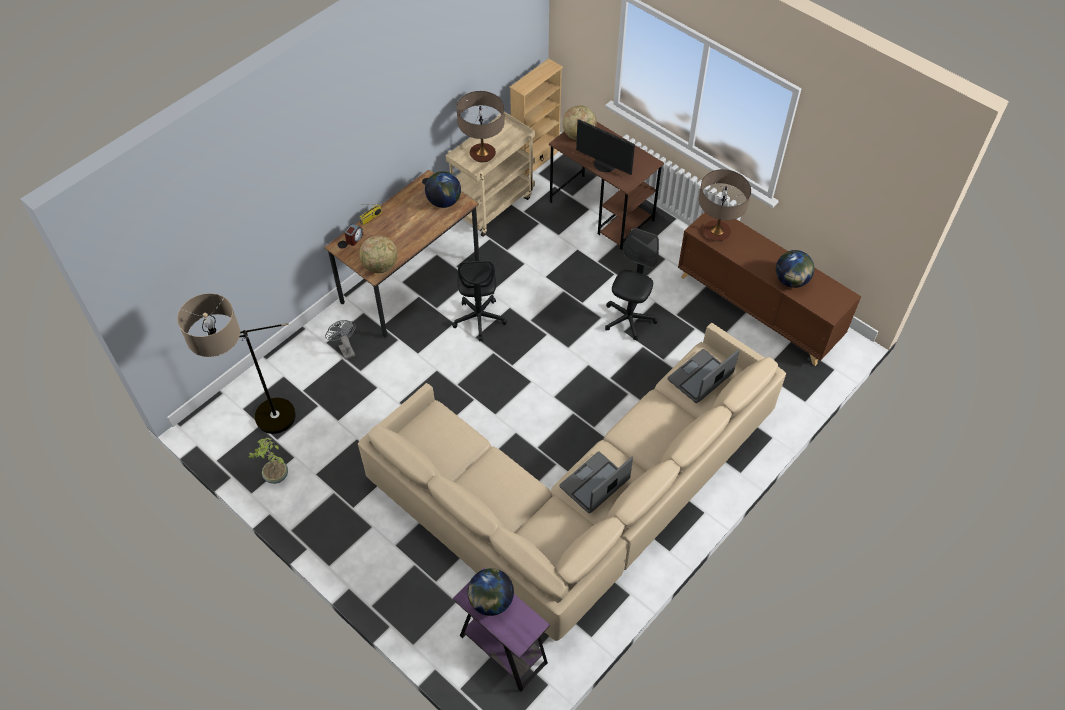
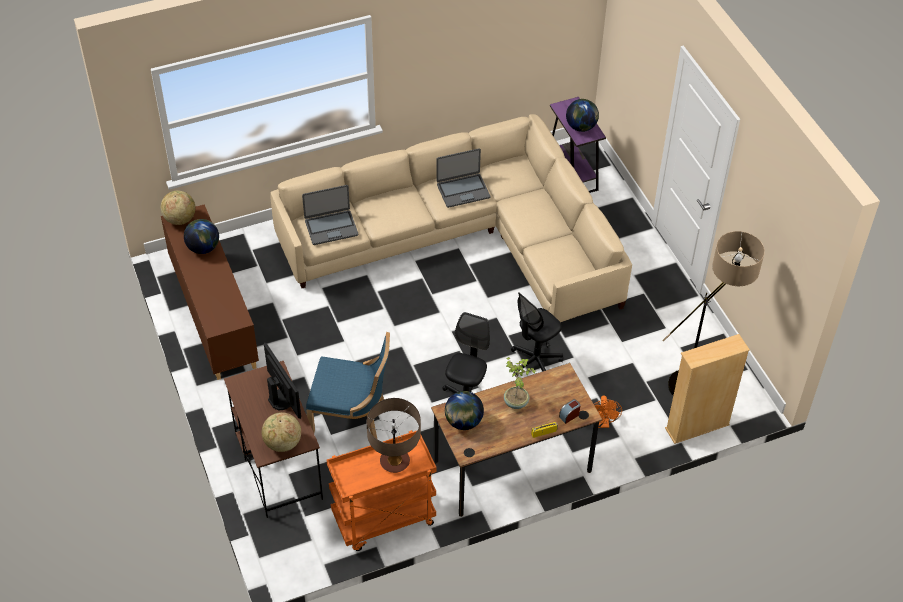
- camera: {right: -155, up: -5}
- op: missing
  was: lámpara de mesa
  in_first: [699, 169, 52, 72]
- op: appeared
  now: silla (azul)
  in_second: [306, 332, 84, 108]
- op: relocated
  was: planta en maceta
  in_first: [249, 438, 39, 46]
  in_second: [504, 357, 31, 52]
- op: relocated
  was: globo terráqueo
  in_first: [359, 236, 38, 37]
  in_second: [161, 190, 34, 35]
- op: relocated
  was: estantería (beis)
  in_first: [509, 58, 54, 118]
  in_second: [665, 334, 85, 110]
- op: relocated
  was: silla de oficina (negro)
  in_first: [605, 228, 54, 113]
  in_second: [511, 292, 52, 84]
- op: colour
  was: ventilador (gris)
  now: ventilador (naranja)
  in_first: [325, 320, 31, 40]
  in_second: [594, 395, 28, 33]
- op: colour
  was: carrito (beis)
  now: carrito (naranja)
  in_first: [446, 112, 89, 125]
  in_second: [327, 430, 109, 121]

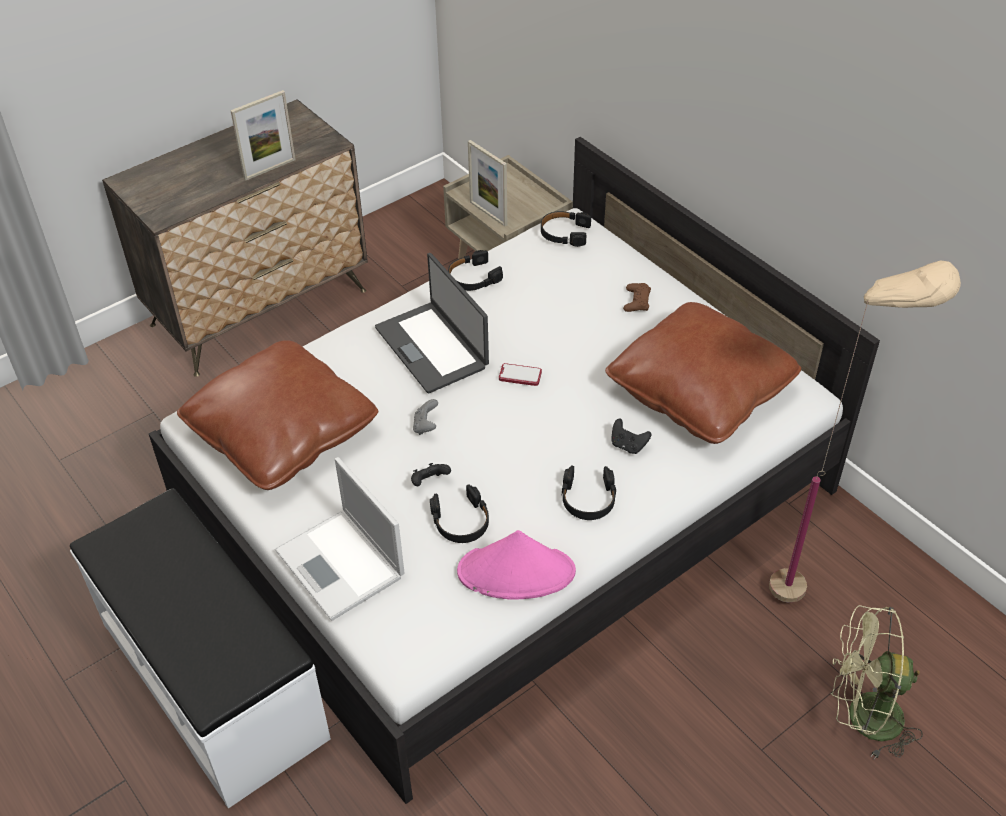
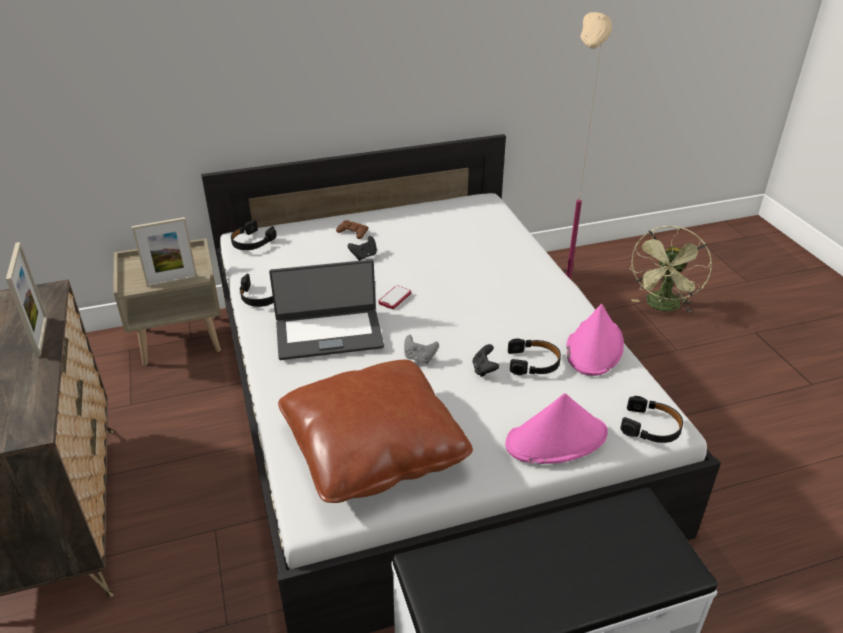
- camera: {right: -70, up: -10}
- op: missing
  was: cojín (marrón)
  in_first: [605, 302, 196, 142]
- op: relocated
  was: auriculares (negro)
  in_first: [561, 465, 55, 55]
  in_second: [620, 396, 63, 47]
- op: relocated
  was: mando de consola (negro)
  in_first: [611, 418, 40, 36]
  in_second: [348, 236, 29, 25]
- op: exchanged
  was: portátil
  now: sombrero (rosa)
  in_first: [275, 457, 130, 164]
  in_second: [505, 393, 103, 71]

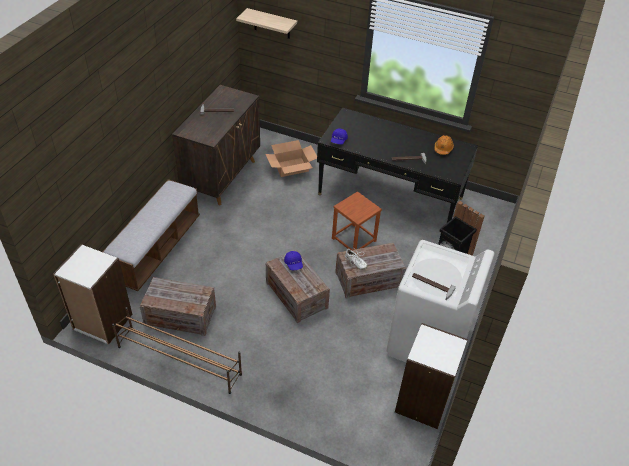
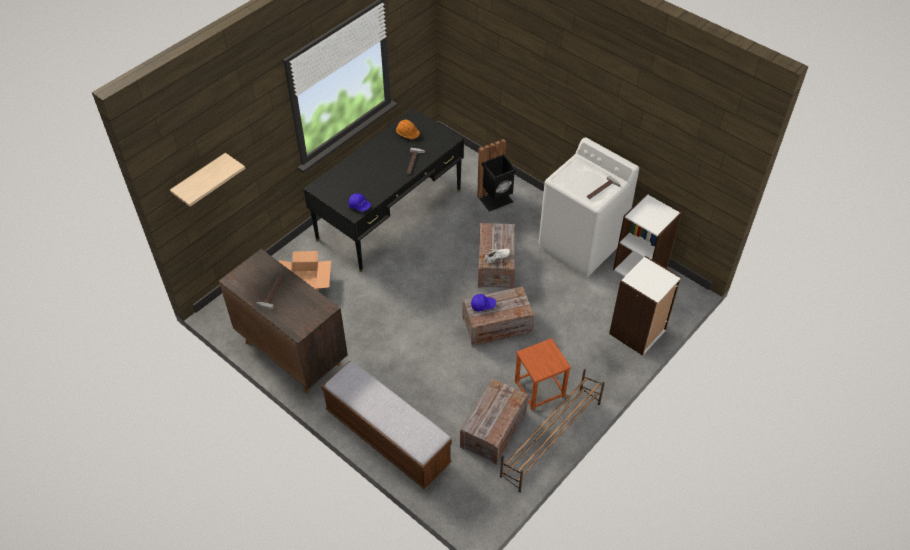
- camera: {right: -70, up: 5}
- op: relocated
  was: estantería (blanco)
  in_first: [53, 244, 79, 101]
  in_second: [609, 256, 72, 100]
- op: relocated
  was: taburete (marrón)
  in_first: [332, 191, 50, 59]
  in_second: [515, 338, 56, 72]

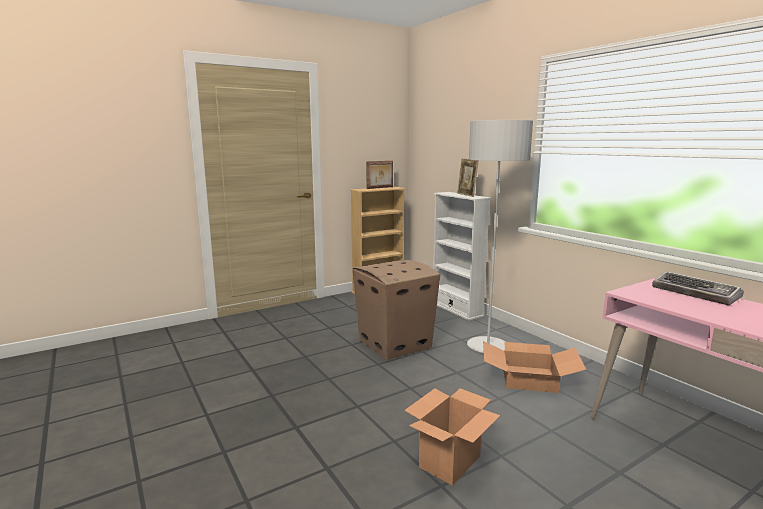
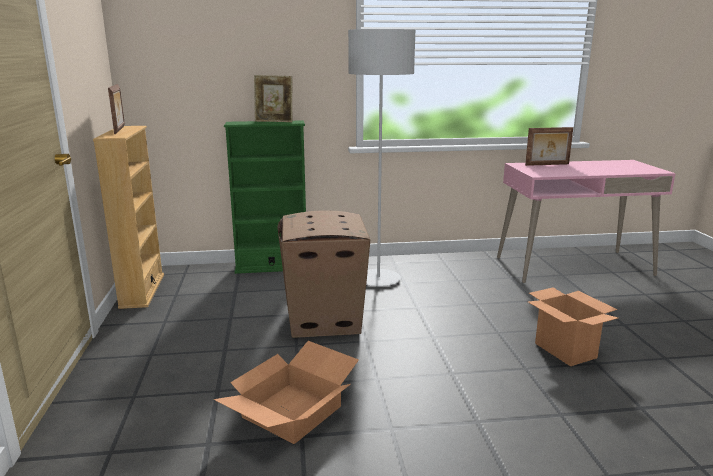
- camera: {right: -65, up: 5}
- op: relocated
  was: caja de cartón
  in_first: [483, 341, 103, 52]
  in_second: [213, 341, 146, 103]
- op: exchanged
  was: teclado
  now: portarretratos
  in_first: [652, 271, 92, 35]
  in_second: [525, 127, 48, 39]
- op: colour
  was: estantería (blanco)
  now: estantería (verde)
  in_first: [433, 192, 58, 129]
  in_second: [224, 120, 82, 154]

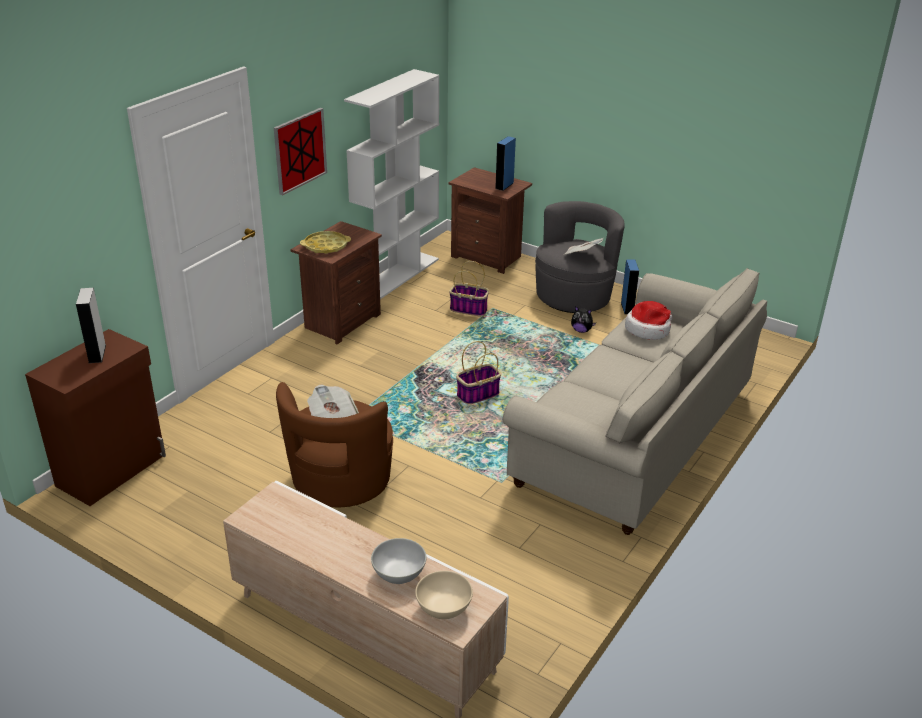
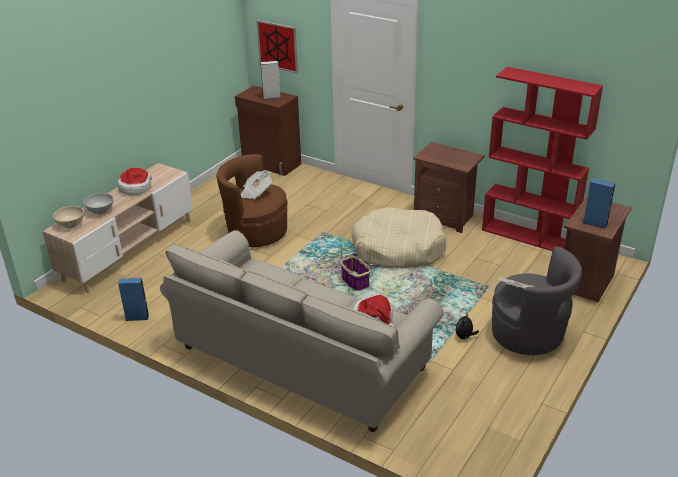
- camera: {right: 90, up: 0}
- op: missing
  was: bandeja (amarillo)
  in_first: [300, 231, 51, 23]
- op: missing
  was: cesta
  in_first: [449, 261, 40, 56]
- op: appeared
  now: sombrero
  in_second: [118, 168, 34, 27]
- op: appeared
  now: cama para perro (beis)
  in_second: [351, 207, 95, 61]
- op: relocated
  was: cuadro
  in_first: [274, 108, 53, 87]
  in_second: [256, 20, 42, 53]
- op: relocated
  was: altavoz (azul)
  in_first: [621, 260, 18, 55]
  in_second: [118, 278, 31, 43]
- op: colour
  was: estantería (blanco)
  now: estantería (rojo)
  in_first: [344, 69, 95, 230]
  in_second: [482, 67, 121, 184]

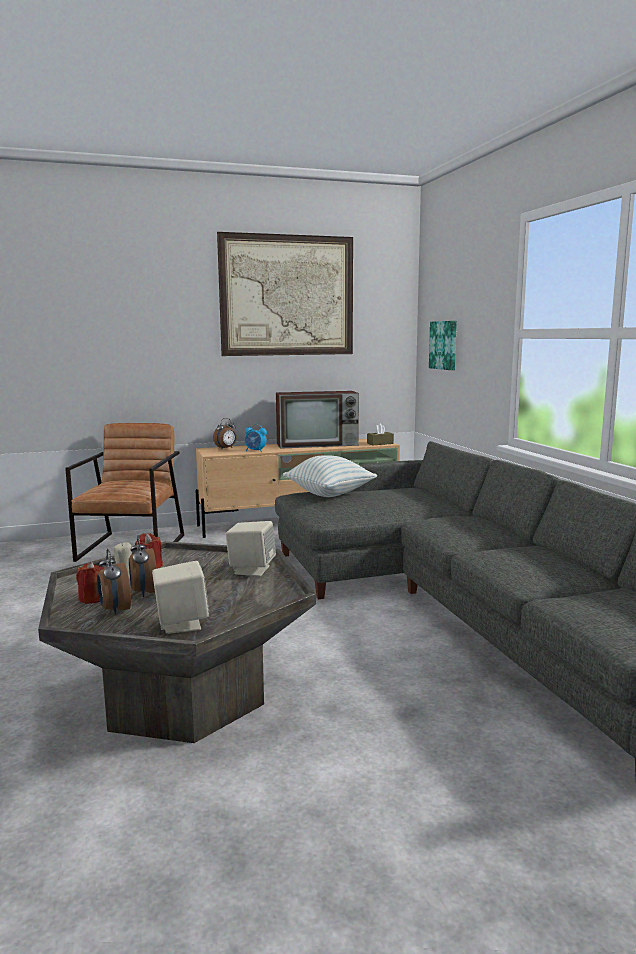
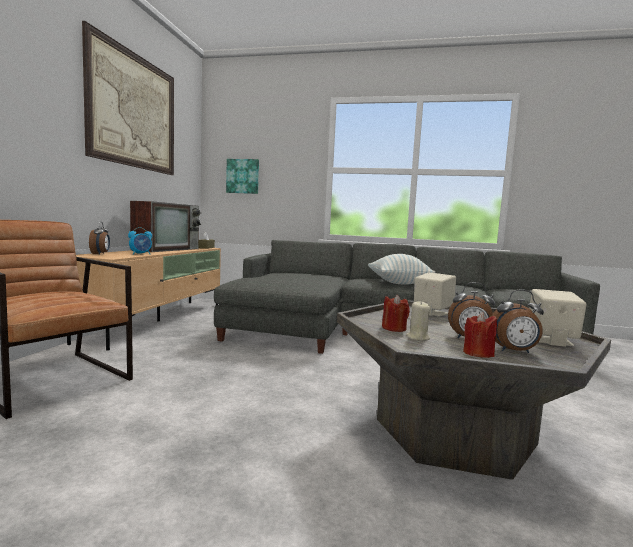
- camera: {right: -60, up: -5}
- op: relocated
  was: cojín
  in_first: [283, 456, 94, 41]
  in_second: [368, 254, 67, 30]

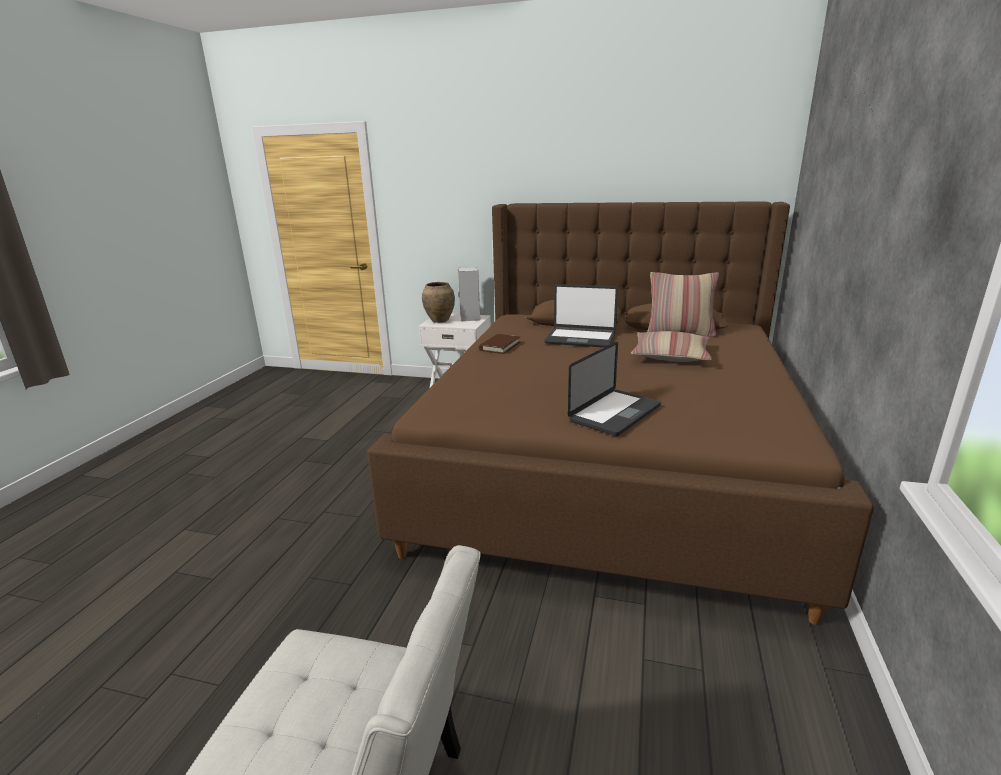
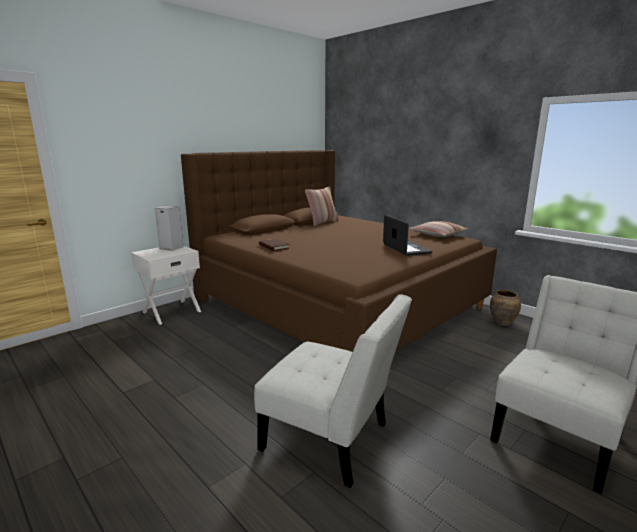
- camera: {right: -60, up: -5}
- op: missing
  was: portátil
  in_first: [544, 284, 74, 64]
- op: appeared
  now: silla (blanco)
  in_second: [254, 294, 158, 194]
- op: relocated
  was: florero (marrón)
  in_first: [422, 282, 33, 41]
  in_second: [490, 290, 31, 36]
- op: relocated
  was: cojín
  in_first: [631, 331, 81, 31]
  in_second: [409, 221, 60, 16]

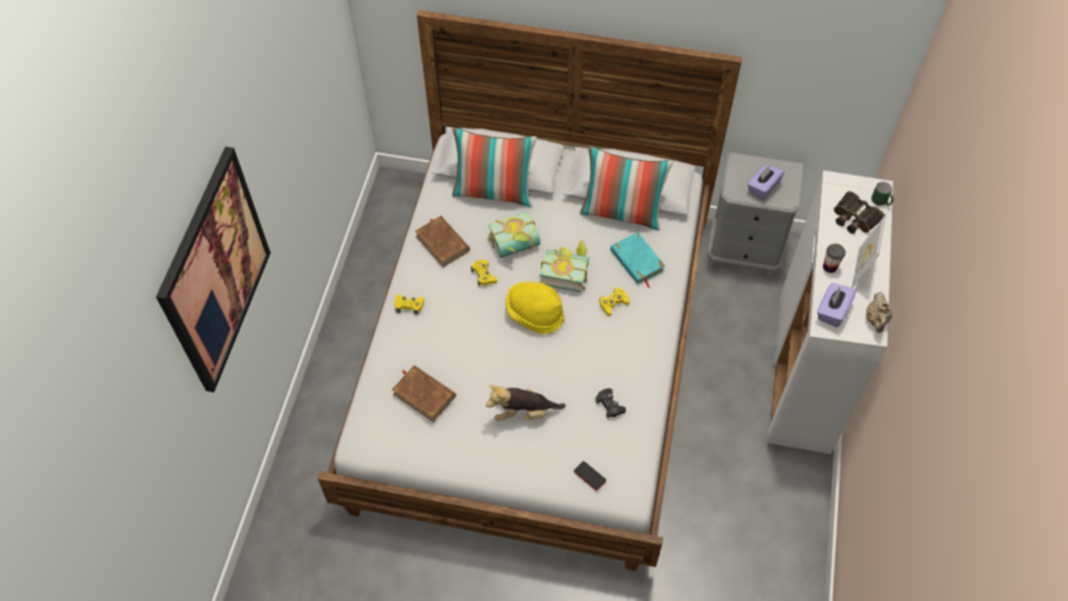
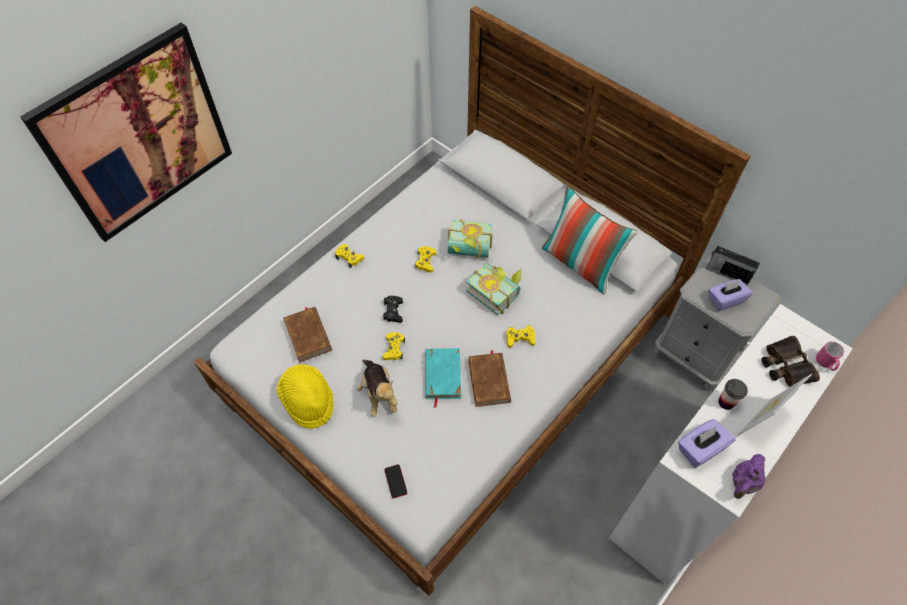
- camera: {right: 30, up: 0}
- op: missing
  was: cojín
  in_first: [452, 127, 85, 80]
- op: appeared
  now: mando de consola (amarillo)
  in_second: [382, 332, 23, 28]
- op: appeared
  now: radio
  in_second: [706, 246, 54, 40]
- op: relocated
  was: libro (marrón)
  in_first: [415, 216, 55, 51]
  in_second: [468, 350, 43, 57]
- op: relocated
  was: sombrero (amarillo)
  in_first: [505, 282, 60, 52]
  in_second: [277, 364, 57, 65]
- op: relocated
  was: mando de consola (negro)
  in_first: [595, 388, 31, 30]
  in_second: [383, 296, 20, 27]
- op: relocated
  was: libro (turquesa)
  in_first: [610, 232, 55, 56]
  in_second: [425, 348, 36, 60]
- op: colour
  was: tetera (beis)
  now: tetera (morado)
  in_first: [866, 292, 26, 41]
  in_second: [732, 454, 33, 45]
- op: colour
  was: taza grande (verde)
  now: taza grande (rosa)
  in_first: [871, 182, 23, 24]
  in_second: [816, 341, 28, 30]
- op: spun
  was: peluche
  in_first: [486, 385, 79, 36]
  in_second: [357, 360, 40, 57]
  clockwise: -135

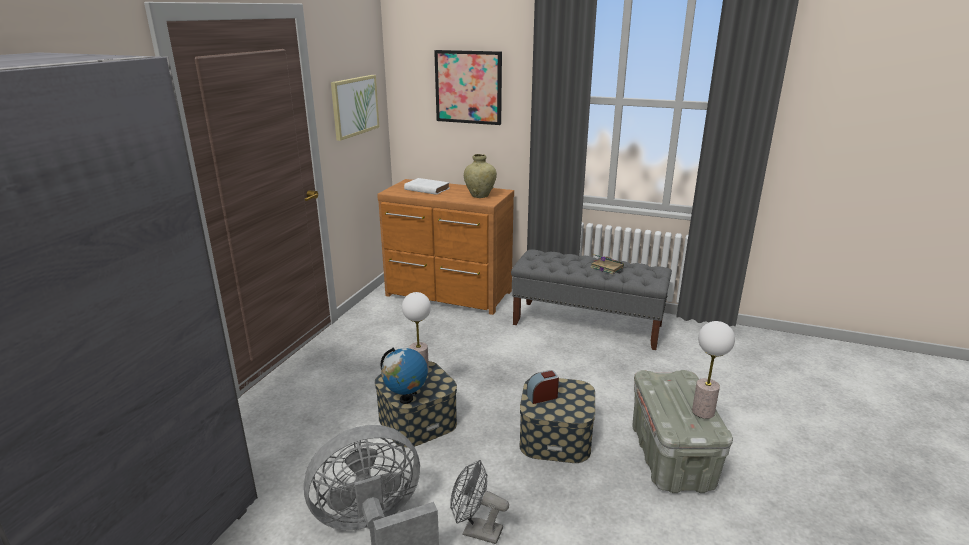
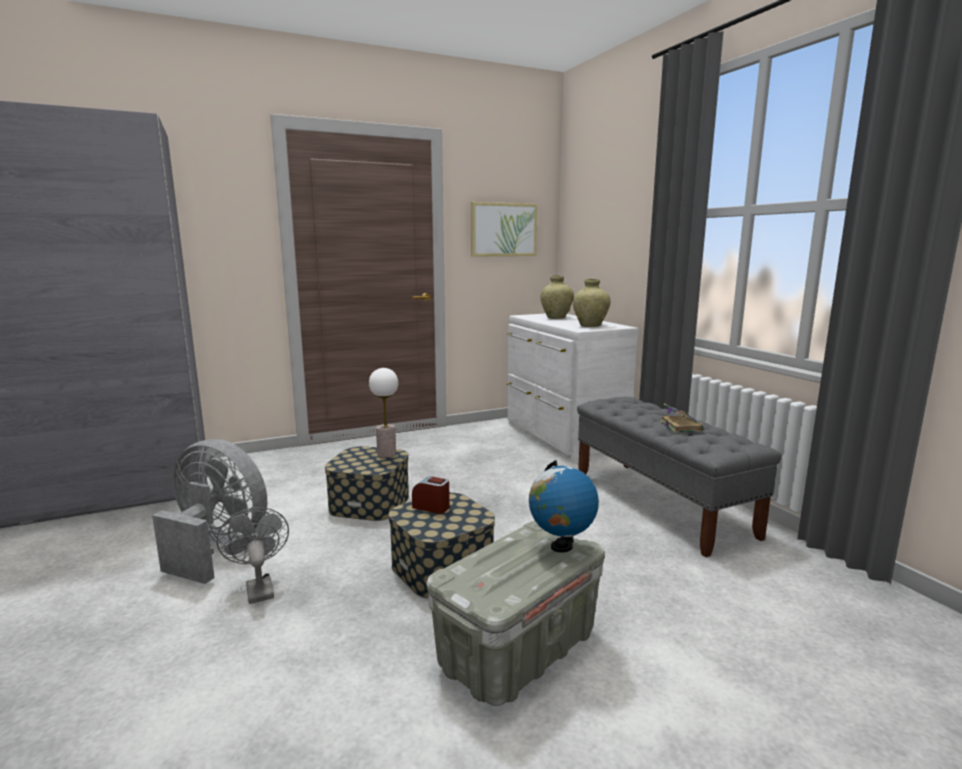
- camera: {right: 45, up: -10}
- op: missing
  was: cuadro
  in_first: [434, 50, 68, 75]
- op: missing
  was: lámpara de mesa
  in_first: [692, 321, 43, 98]
- op: relocated
  was: globo terráqueo
  in_first: [381, 347, 47, 57]
  in_second: [529, 460, 70, 93]
- op: exchanged
  was: libro (blanco)
  now: florero (beis)
  in_first: [404, 178, 45, 17]
  in_second: [540, 276, 34, 43]
- op: colour
  was: cómoda (marrón)
  now: cómoda (blanco)
  in_first: [377, 179, 137, 136]
  in_second: [507, 314, 132, 149]

